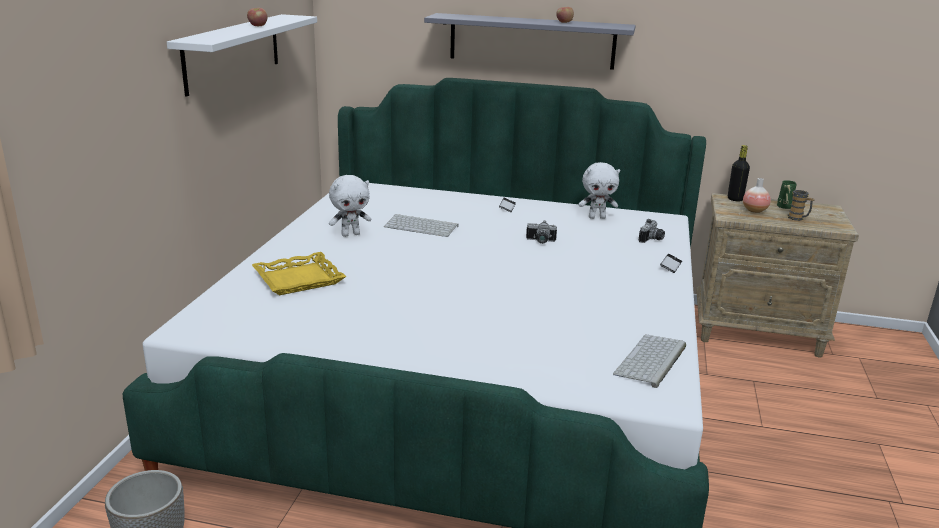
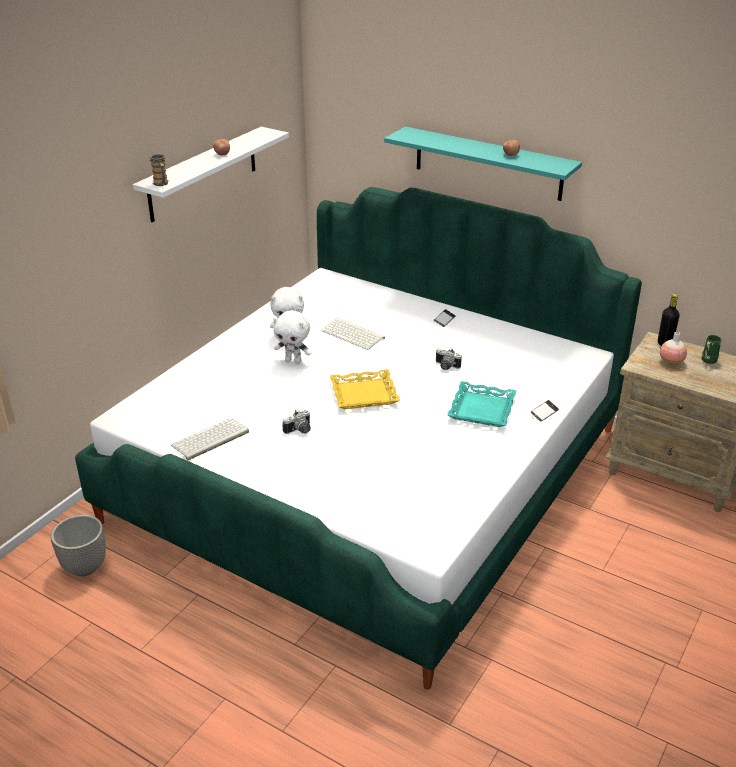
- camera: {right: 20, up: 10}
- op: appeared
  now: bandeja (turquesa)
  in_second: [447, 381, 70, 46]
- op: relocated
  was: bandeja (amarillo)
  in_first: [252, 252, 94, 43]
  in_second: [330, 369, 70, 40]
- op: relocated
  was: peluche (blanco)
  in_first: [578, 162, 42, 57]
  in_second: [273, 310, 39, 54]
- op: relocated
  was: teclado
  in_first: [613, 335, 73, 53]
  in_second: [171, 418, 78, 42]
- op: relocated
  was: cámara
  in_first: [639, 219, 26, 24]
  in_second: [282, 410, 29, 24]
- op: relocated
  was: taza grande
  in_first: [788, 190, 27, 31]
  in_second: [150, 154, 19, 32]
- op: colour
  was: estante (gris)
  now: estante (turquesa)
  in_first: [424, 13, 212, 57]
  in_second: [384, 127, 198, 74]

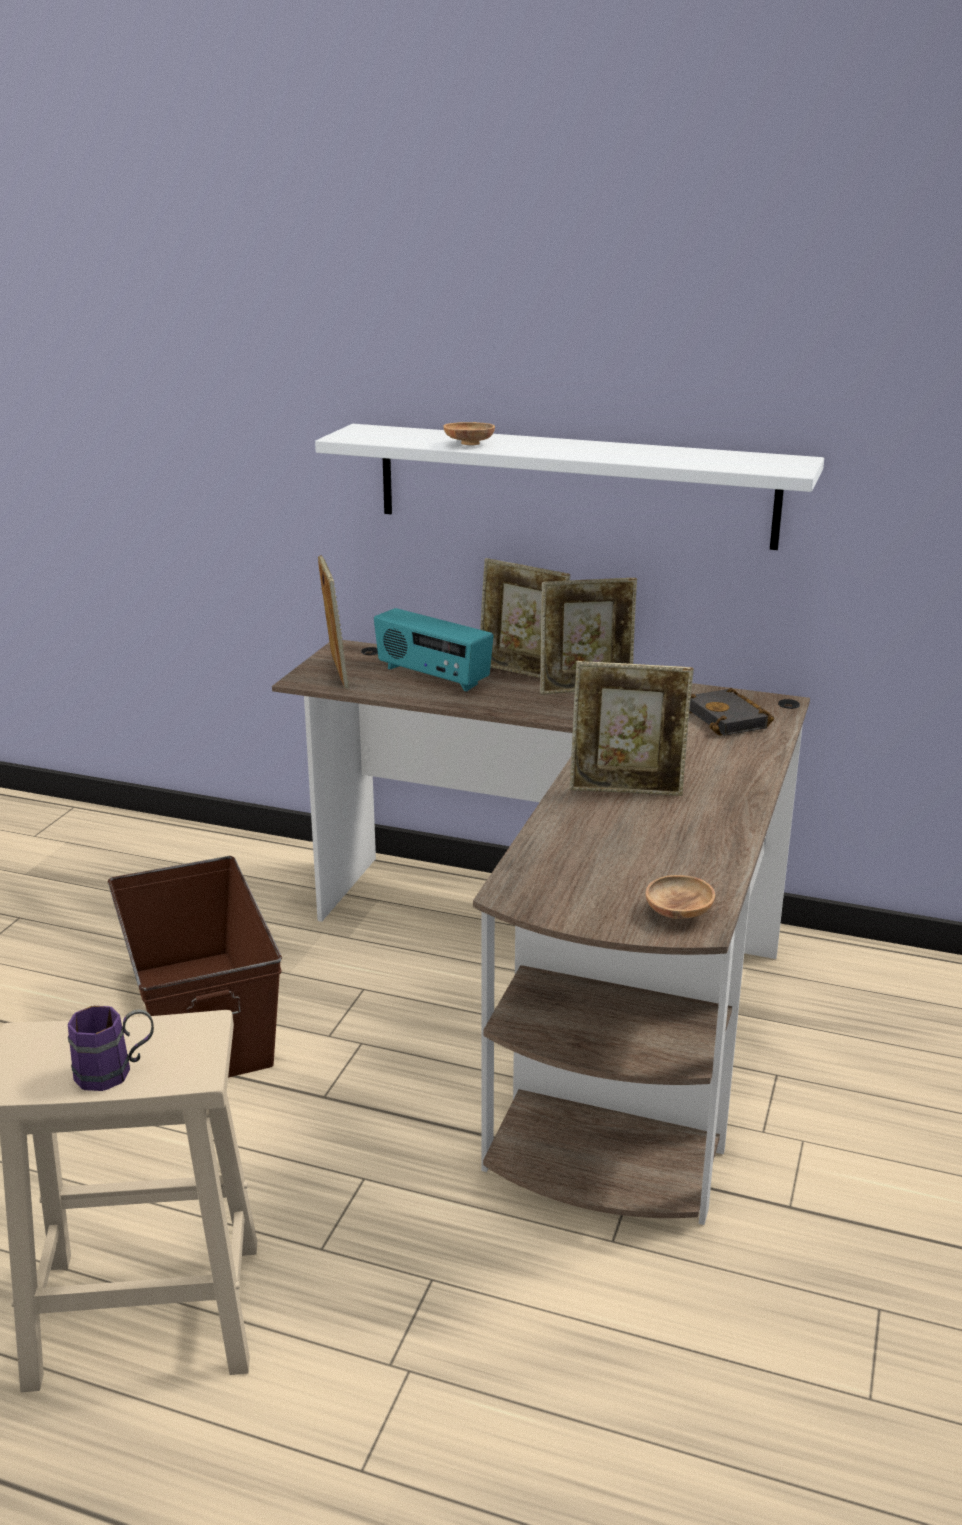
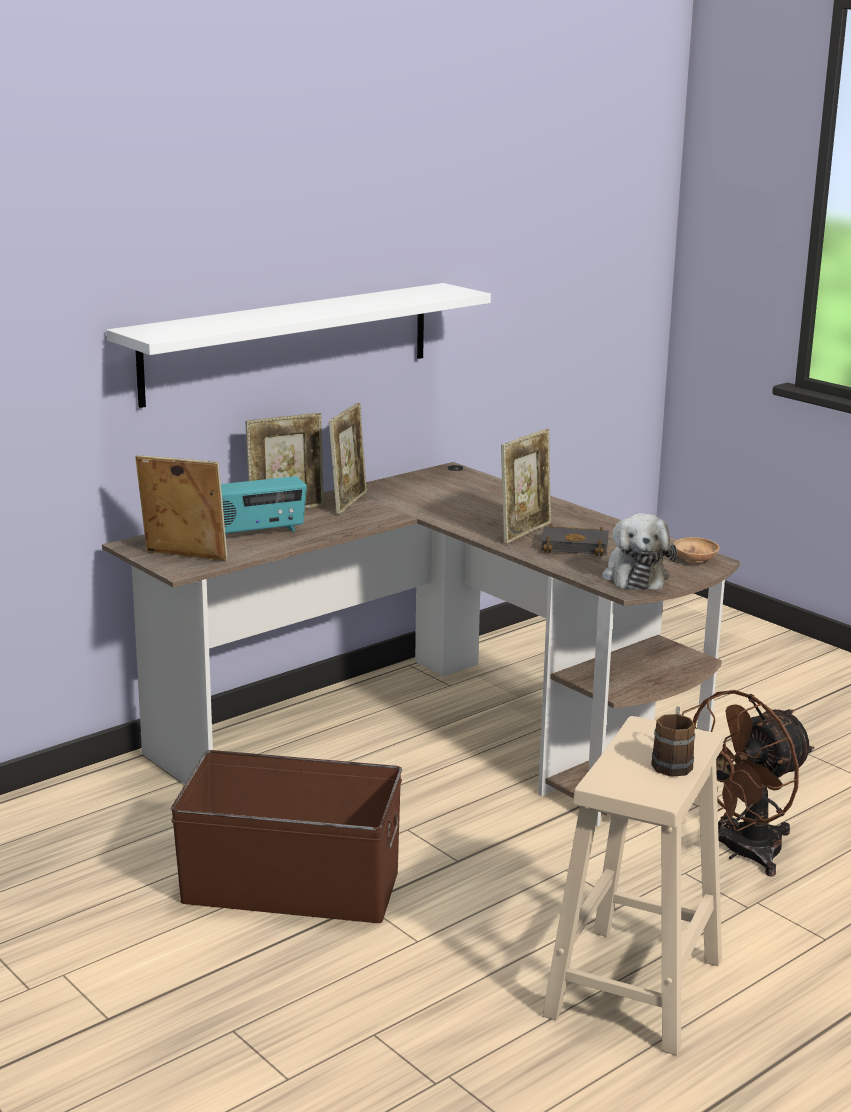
- camera: {right: -60, up: -5}
- op: missing
  was: cuenco (marrón)
  in_first: [443, 422, 52, 23]
- op: appeared
  now: peluche
  in_second: [602, 513, 75, 77]
- op: appeared
  now: ventilador (marrón)
  in_second: [682, 690, 133, 186]
- op: relocated
  was: libro (negro)
  in_first: [689, 688, 85, 48]
  in_second: [541, 523, 68, 33]
- op: colour
  was: taza grande (morado)
  now: taza grande (marrón)
  in_first: [68, 1006, 86, 85]
  in_second: [651, 707, 44, 70]

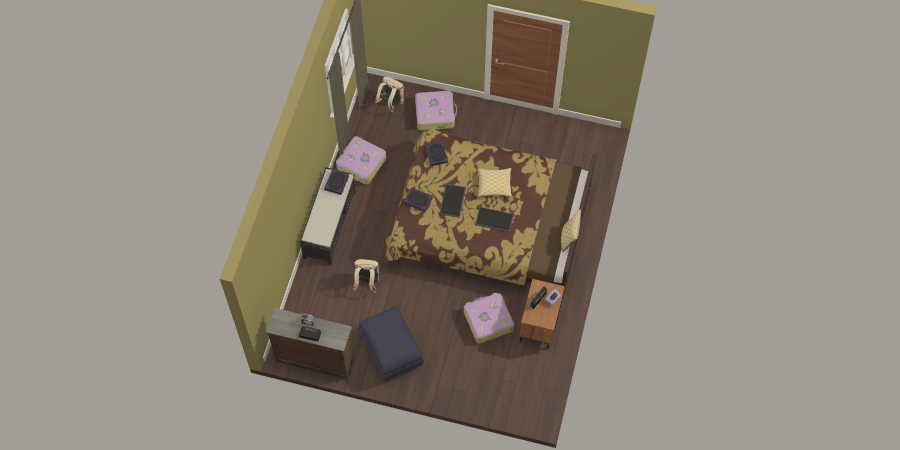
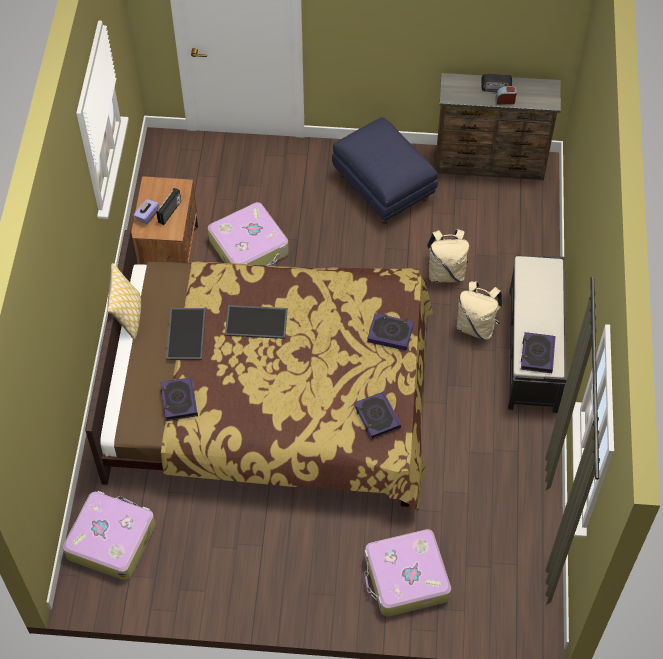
- camera: {right: 170, up: -5}
- op: missing
  was: cojín
  in_first: [478, 168, 34, 29]
- op: appeared
  now: libro
  in_second: [160, 377, 38, 44]
- op: relocated
  was: maleta
  in_first: [336, 136, 50, 48]
  in_second: [63, 491, 93, 89]
- op: relocated
  was: mochila (beis)
  in_first: [375, 77, 29, 35]
  in_second: [457, 282, 46, 58]
- op: relocated
  was: bandeja
  in_first: [439, 184, 27, 34]
  in_second: [166, 308, 40, 52]

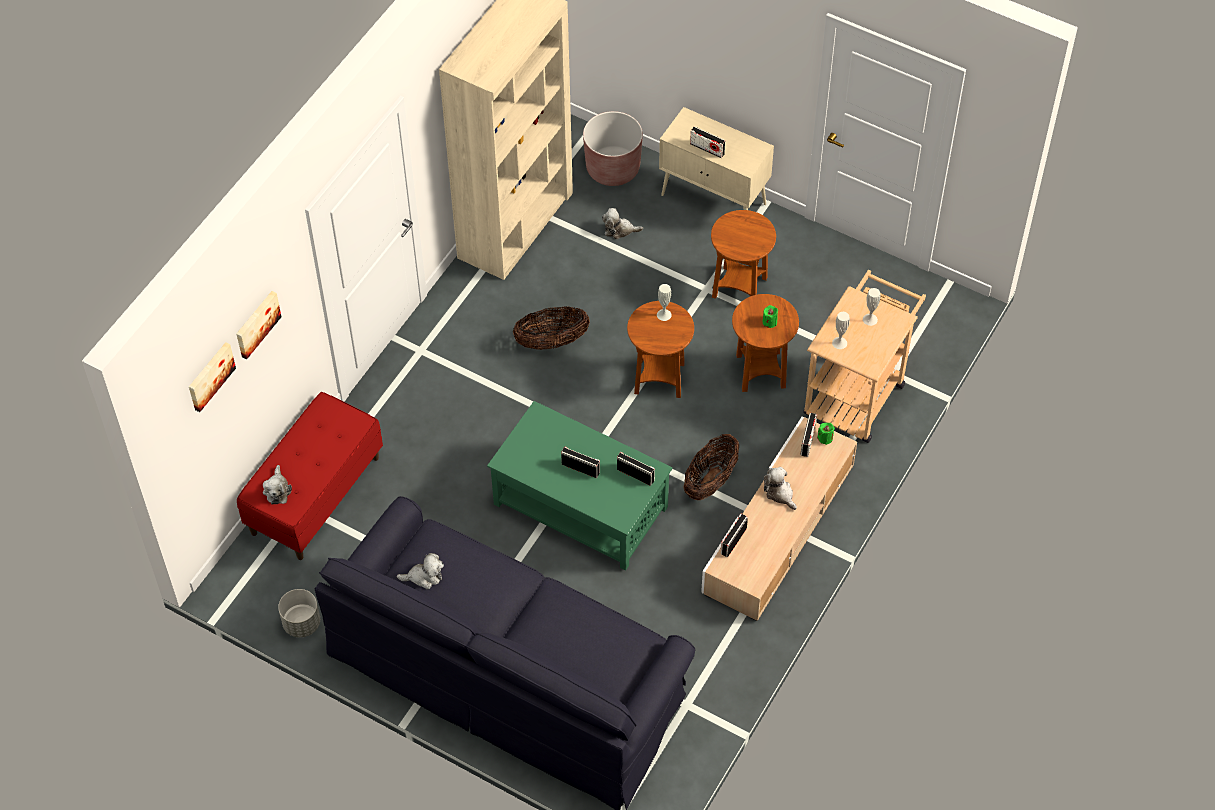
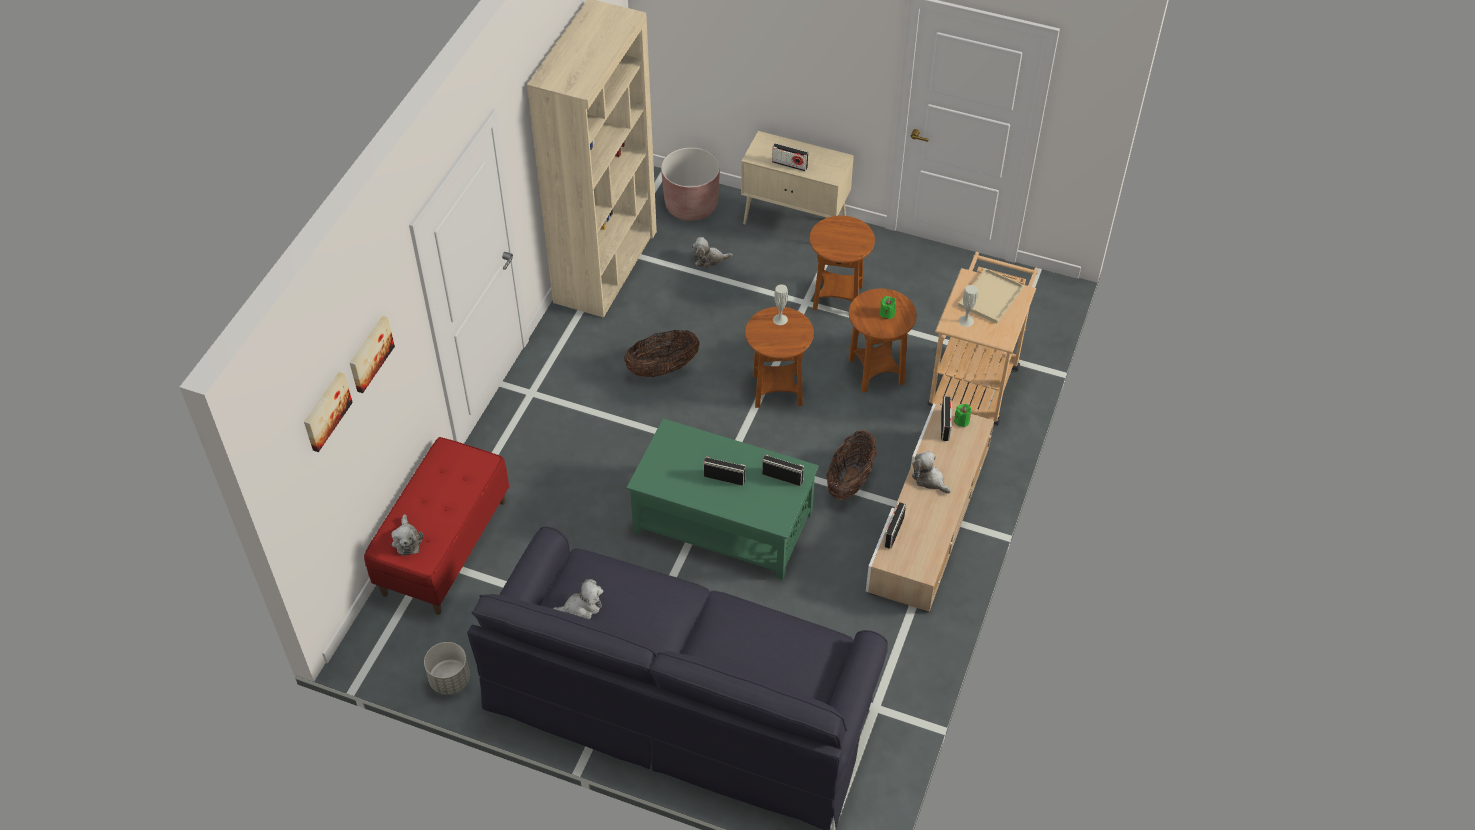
- camera: {right: -10, up: -5}
- op: exchanged
  was: florero (blanco)
  now: bandeja (beis)
  in_first: [863, 288, 17, 38]
  in_second: [958, 268, 66, 56]

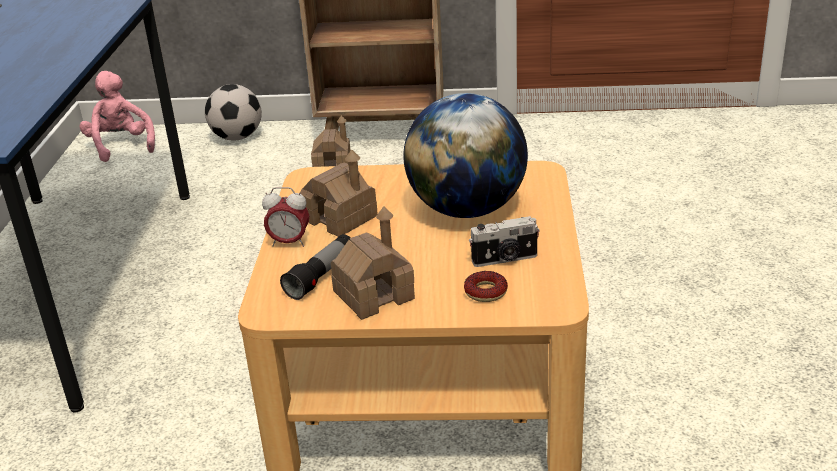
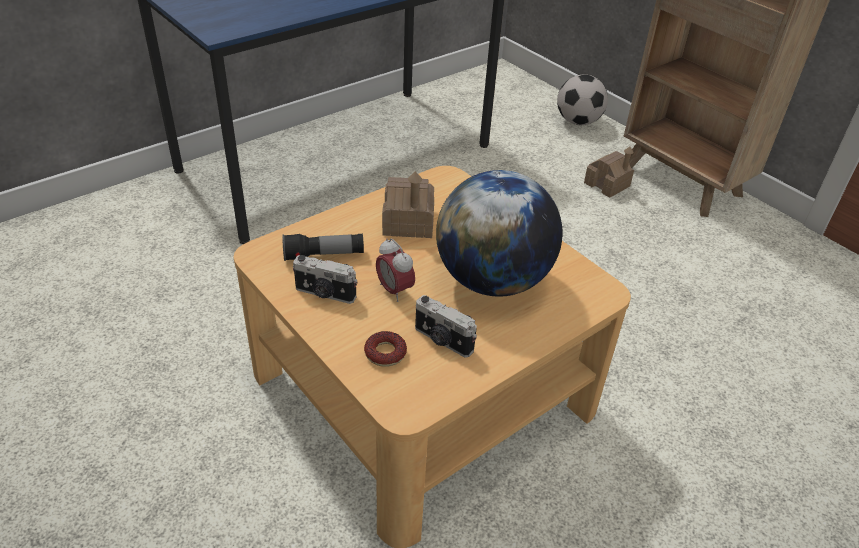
- camera: {right: 45, up: 10}
- op: missing
  was: peluche (rosa)
  in_first: [80, 71, 75, 91]
- op: relocated
  was: despertador
  in_first: [262, 187, 47, 60]
  in_second: [376, 238, 39, 64]
- op: exchanged
  was: casita
  now: cámara
  in_first: [331, 207, 84, 113]
  in_second: [293, 255, 64, 49]

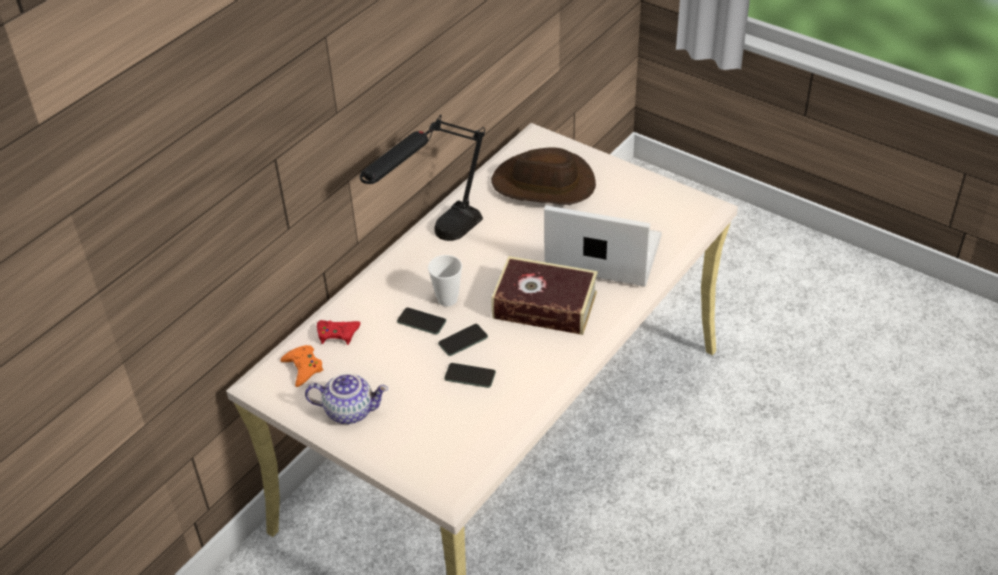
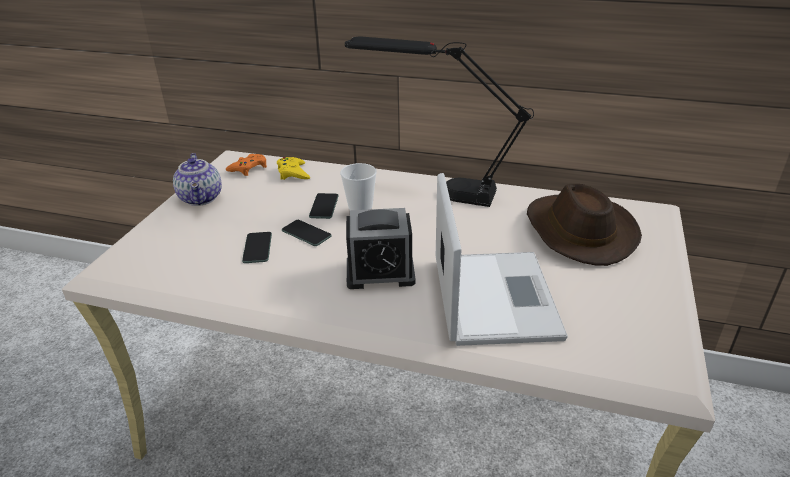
- camera: {right: 70, up: -10}
- op: exchanged
  was: libro
  now: despertador
  in_first: [492, 256, 106, 79]
  in_second: [346, 208, 70, 81]
- op: colour
  was: mando de consola (rojo)
  now: mando de consola (amarillo)
  in_first: [317, 320, 43, 25]
  in_second: [277, 157, 33, 23]

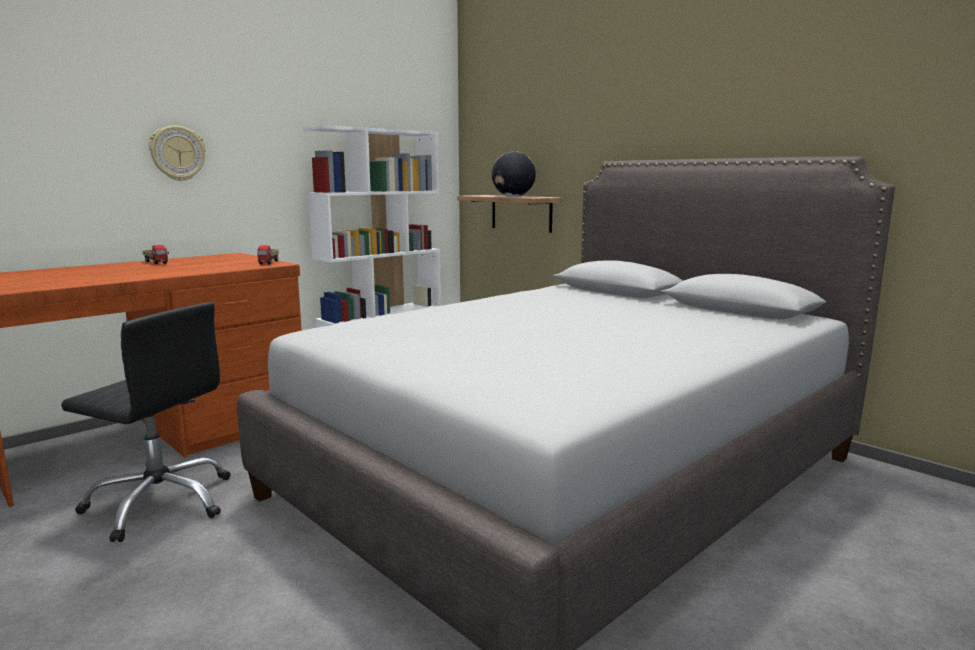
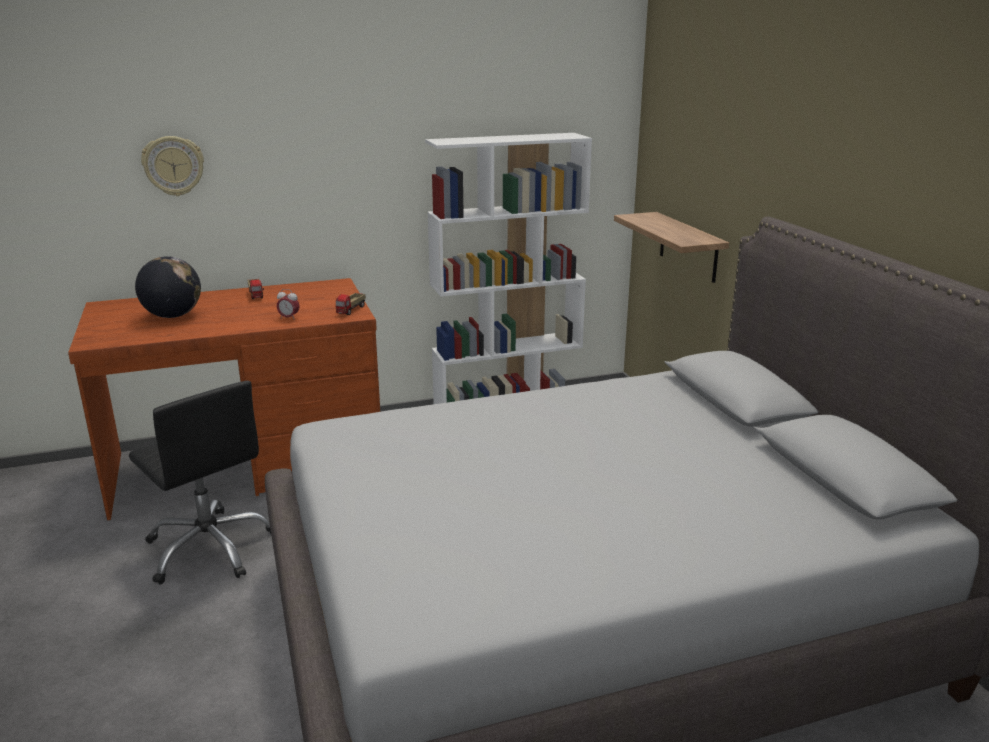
- camera: {right: 25, up: 10}
- op: appeared
  now: despertador
  in_second: [277, 289, 23, 31]
- op: relocated
  was: reloj de pared
  in_first: [149, 126, 57, 55]
  in_second: [141, 136, 63, 60]
- op: relocated
  was: globo terráqueo
  in_first: [492, 151, 44, 46]
  in_second: [135, 256, 66, 62]

